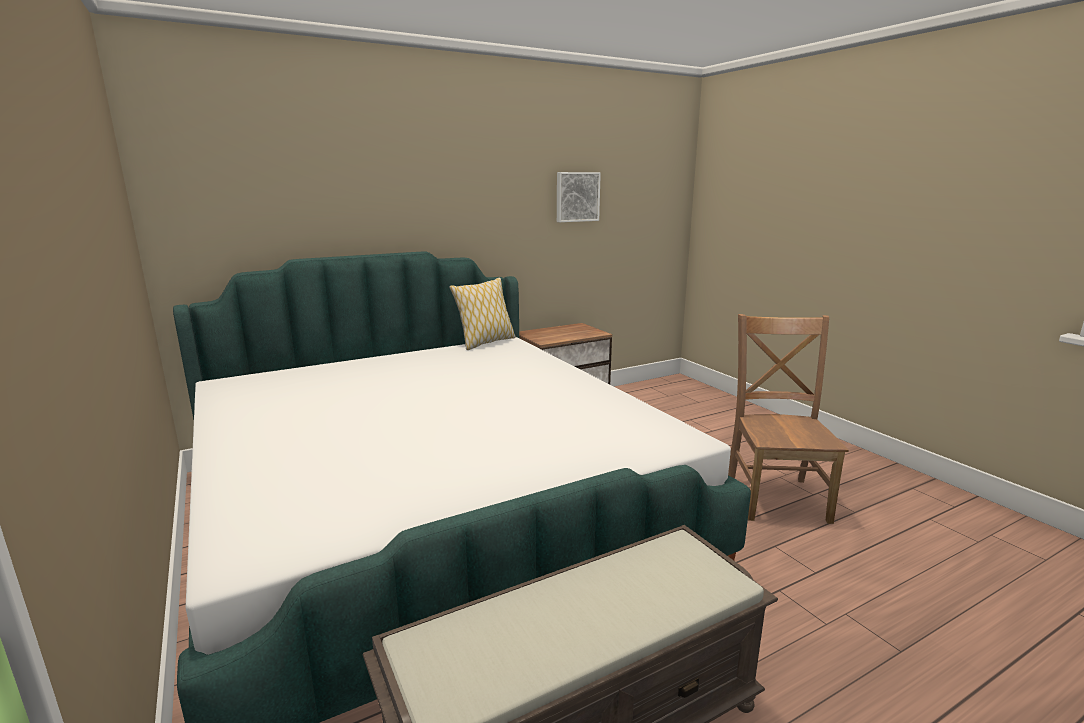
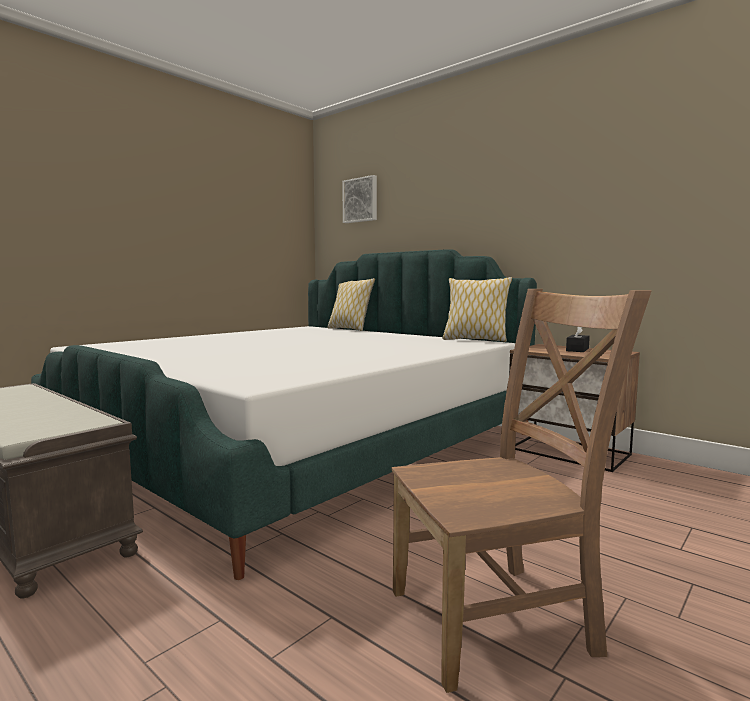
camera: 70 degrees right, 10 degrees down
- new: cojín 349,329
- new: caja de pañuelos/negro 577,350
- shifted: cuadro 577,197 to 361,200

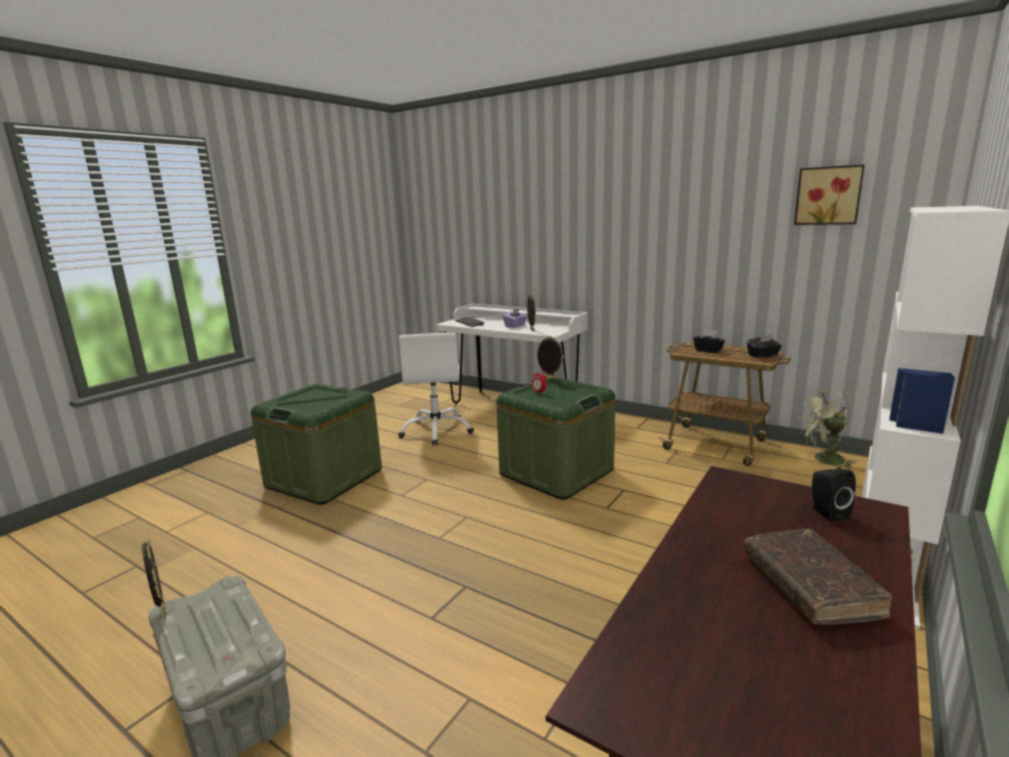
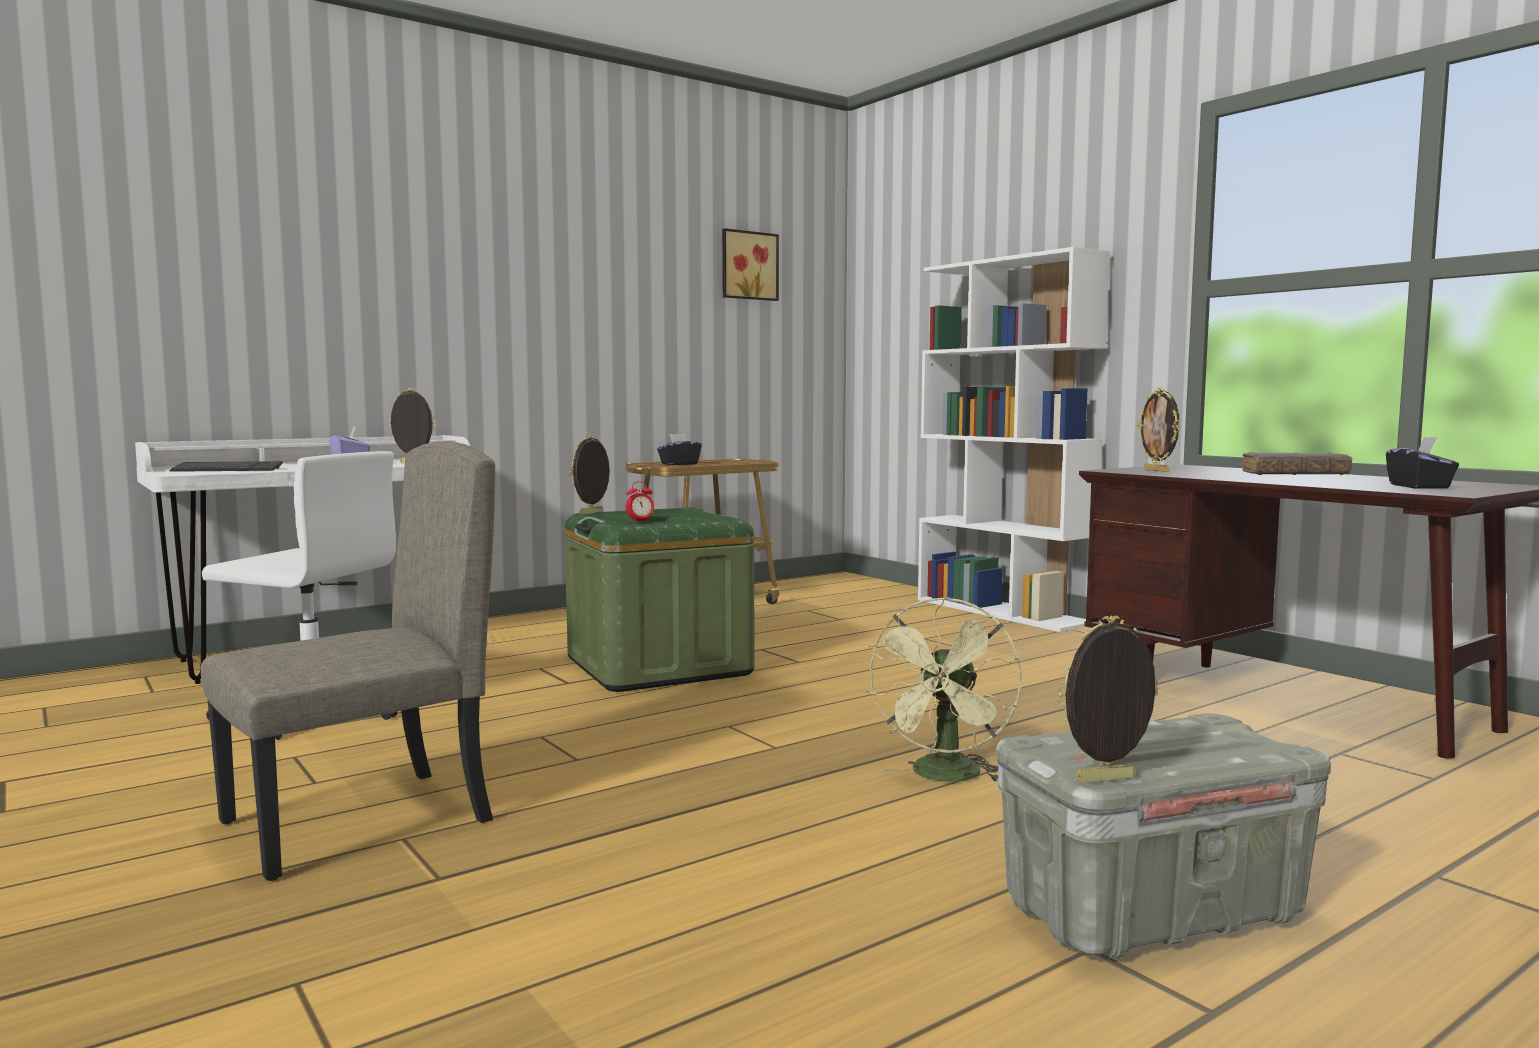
camera: 70 degrees left, 10 degrees down
- gone: altavoz/negro 826,512
- new: portarretratos 1157,470
- shifted: caja de pañuelos/negro 763,356 to 1419,487
- shifted: ventilador/verde 823,460 to 945,777
- swapped: caja de almacenaje/verde 324,478 to silla/beis 358,822

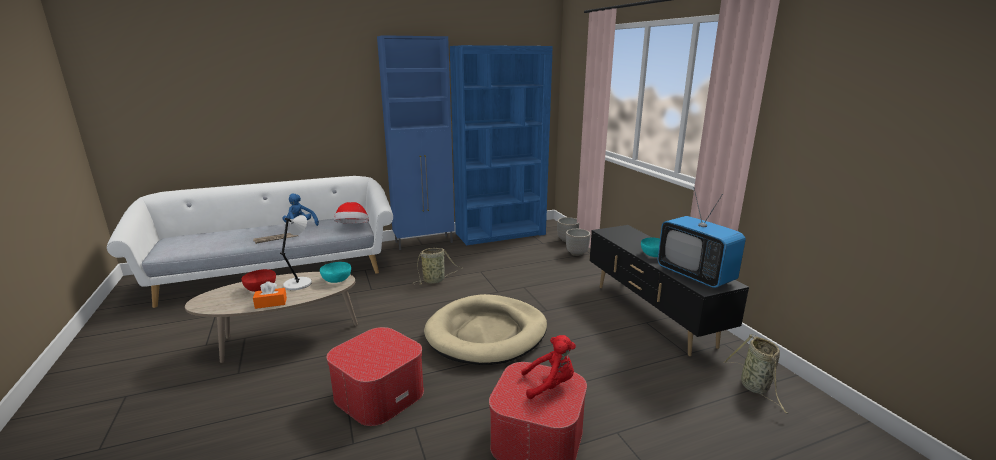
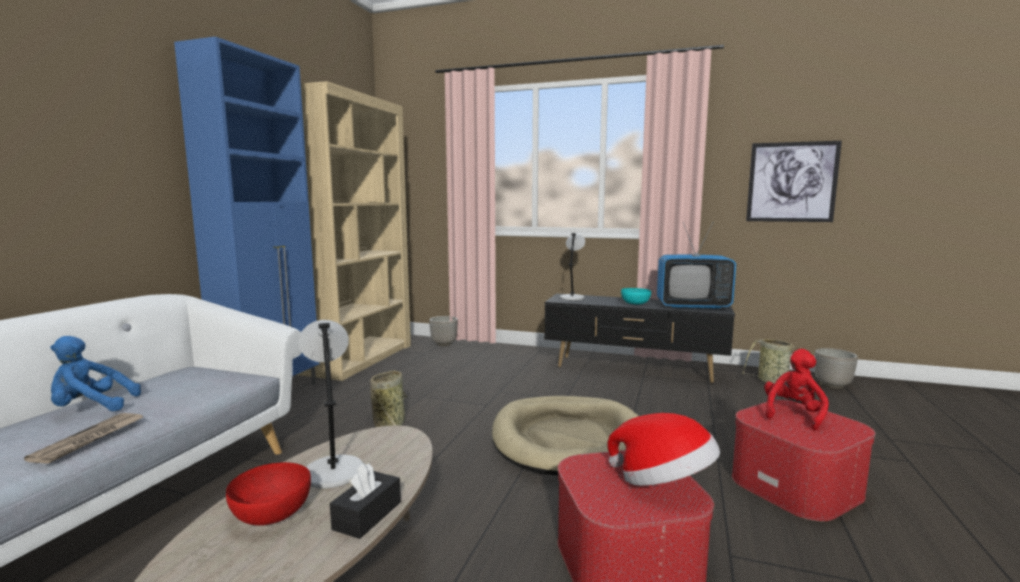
camera: 50 degrees left, 10 degrees down
- gone: cuenco/turquesa 336,280
- new: lámpara de mesa/gris 572,297
- new: cuadro 791,182
- shifted: sombrero 353,227 to 663,482
- shifted: maceta 577,253 to 832,385
- repainted: caja de pañuelos/naranja 271,303 to caja de pañuelos/negro 367,515
- repainted: estantería/azul 501,234 to estantería/beis 359,358

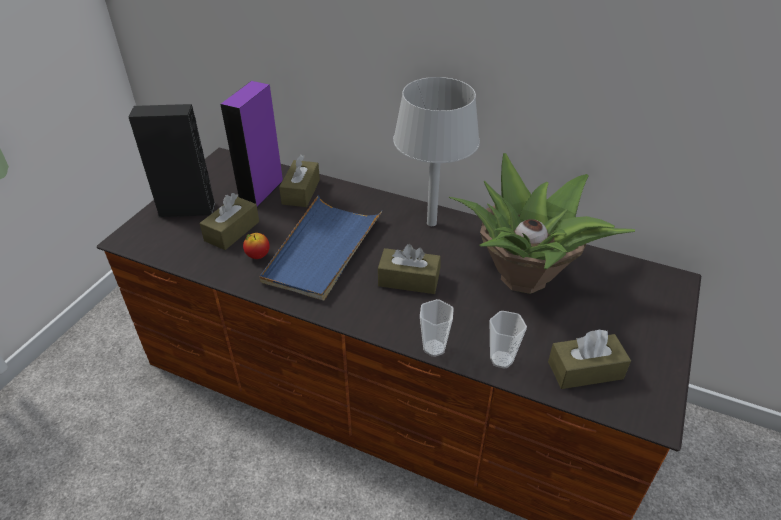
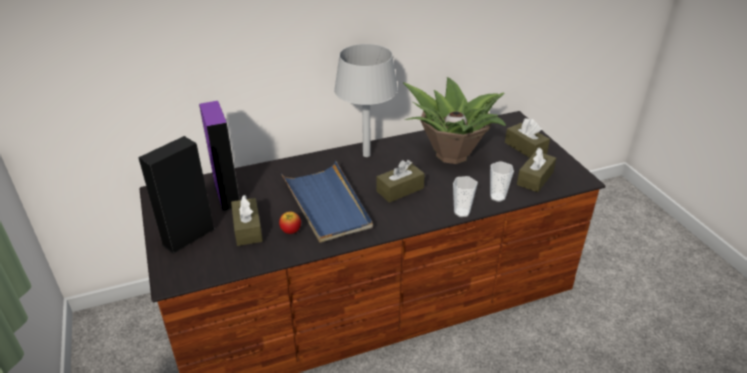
camera: 45 degrees left, 5 degrees down
- shifted: caja de pañuelos/marrón 301,192 to 525,148

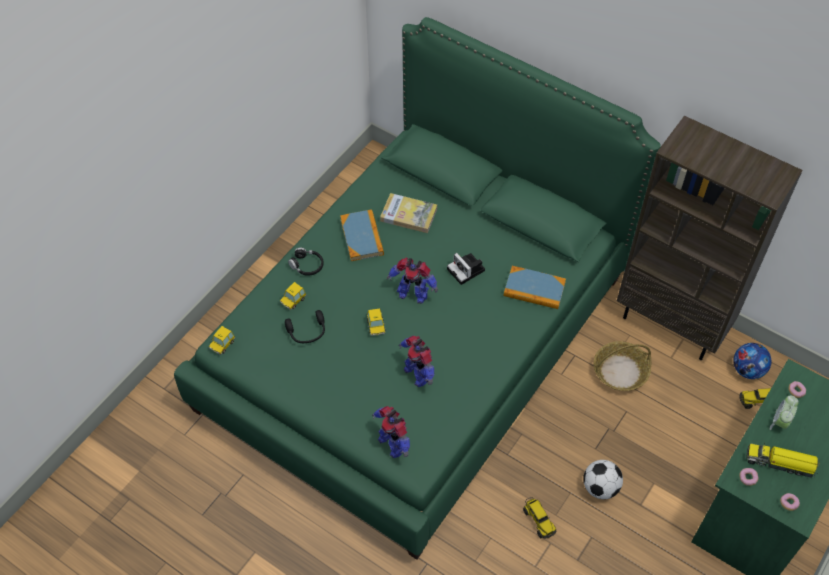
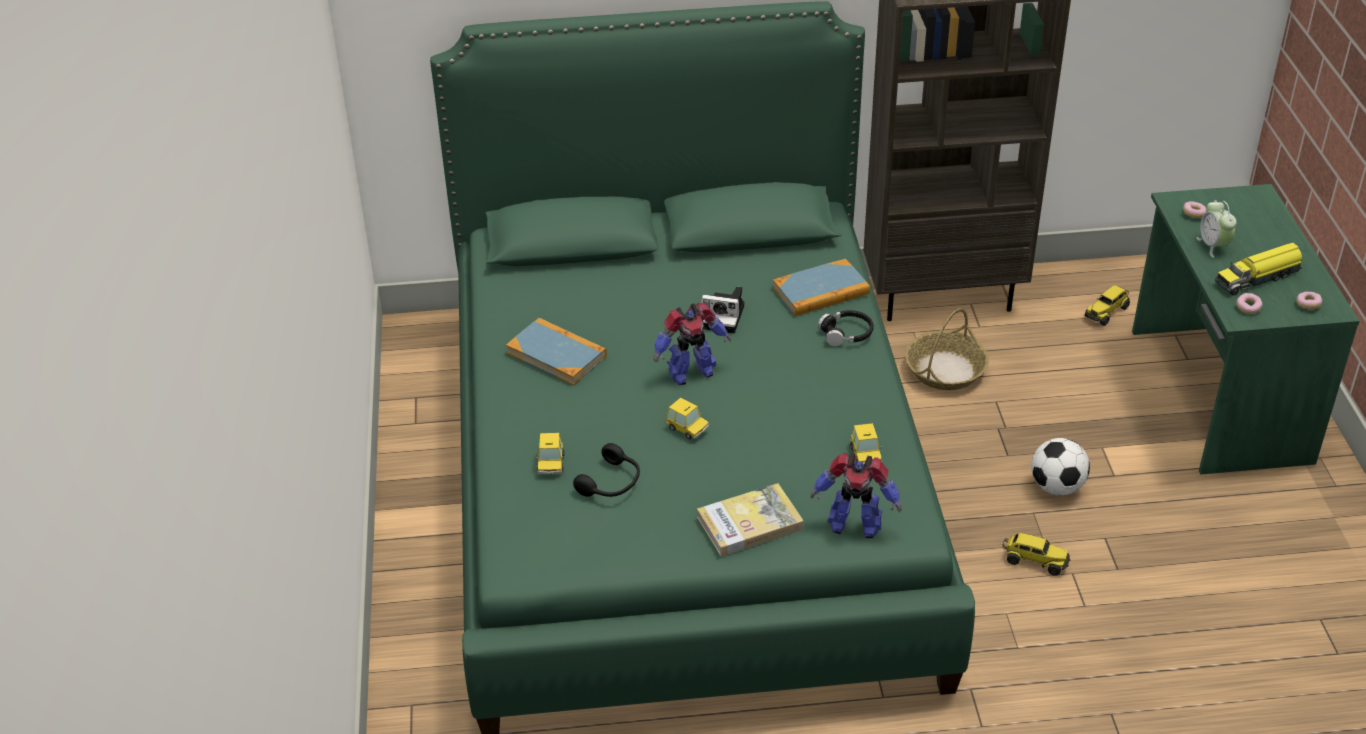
camera: 40 degrees left, 15 degrees down
- gone: robot de juguete 418,373
- gone: balón de fútbol 747,370
- shifted: coche de juguete 222,344 to 865,454
- shifted: auriculares/negro 307,265 to 846,334
- shifted: libro 408,215 to 749,523

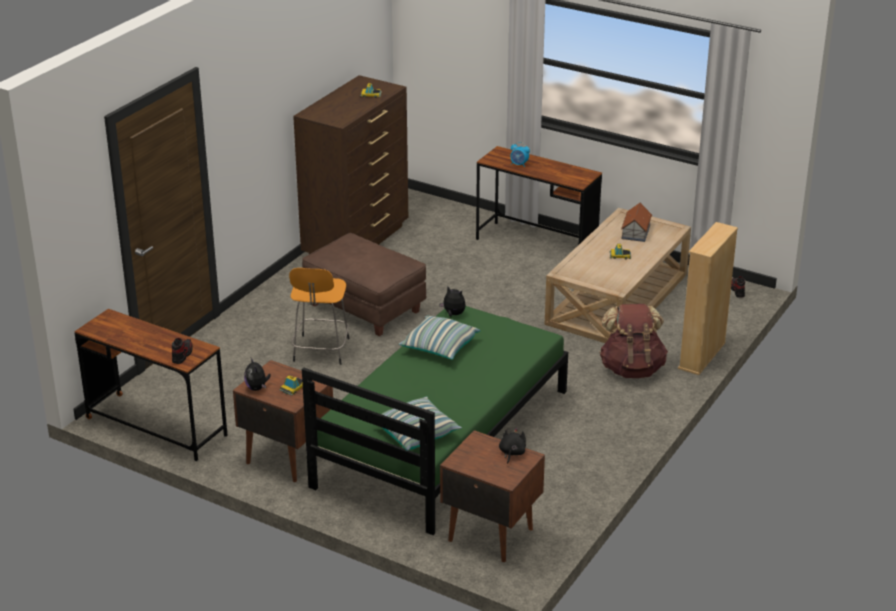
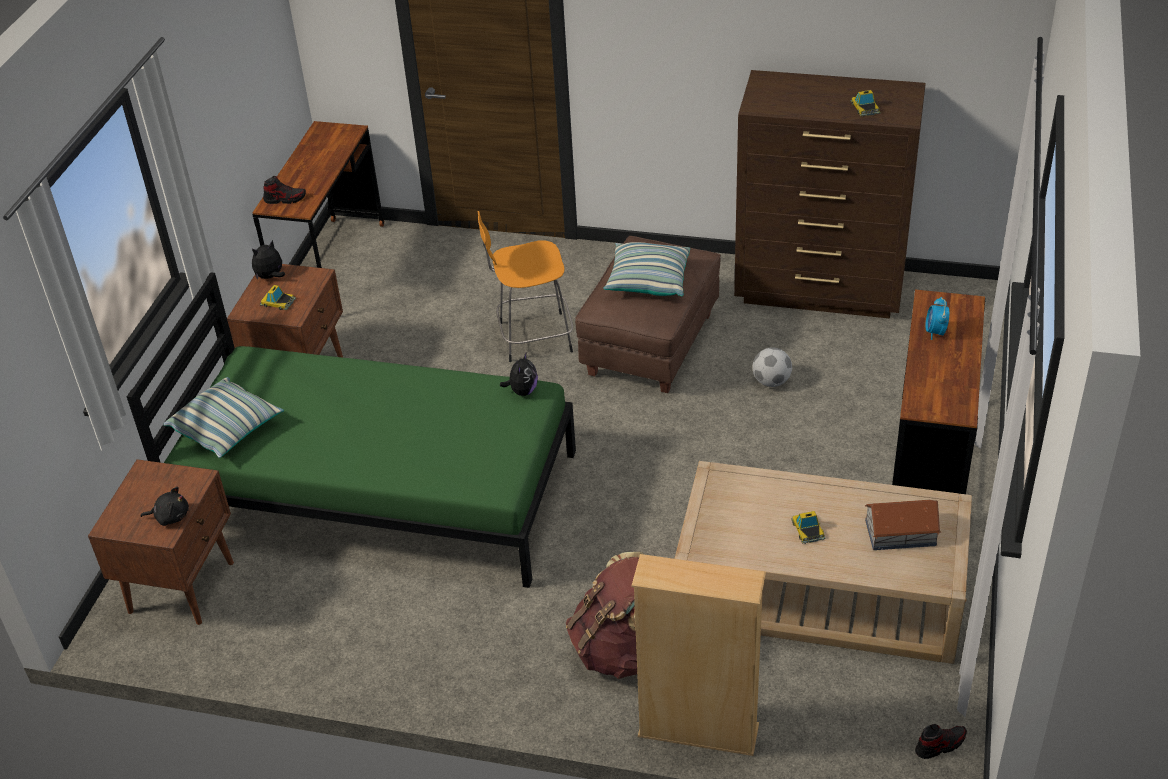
camera: 75 degrees right, 10 degrees up
- new: balón de fútbol 771,381
- shifted: cojín 439,347 to 648,281

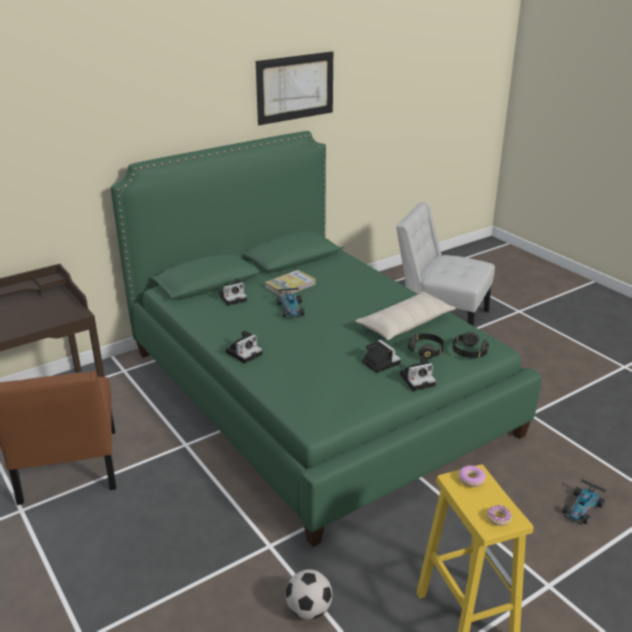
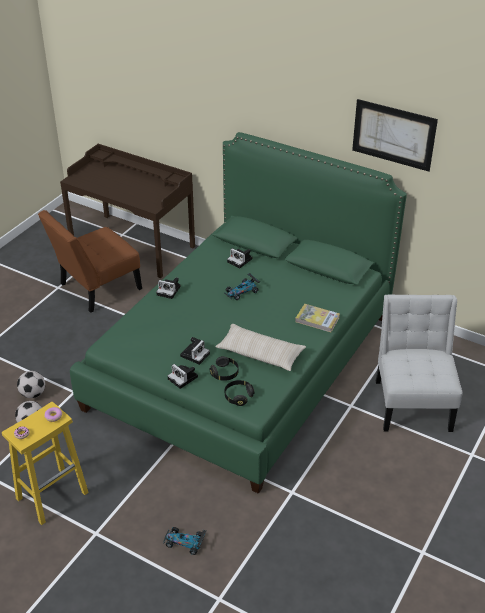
camera: 65 degrees right, 10 degrees up
- new: balón de fútbol 33,394
- shifted: libro 290,285 to 317,319

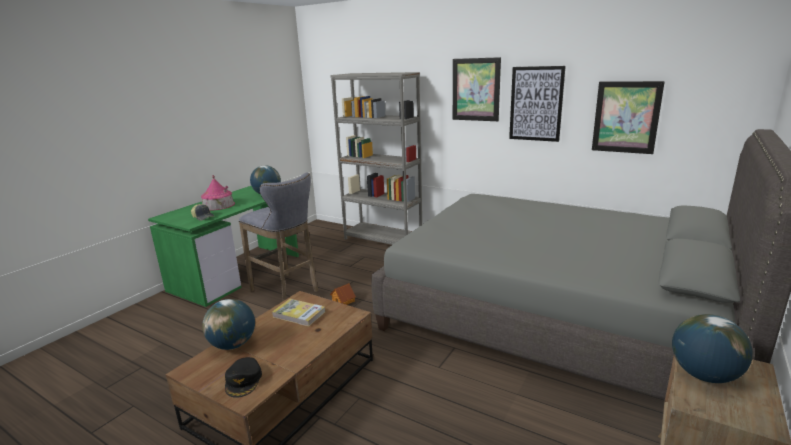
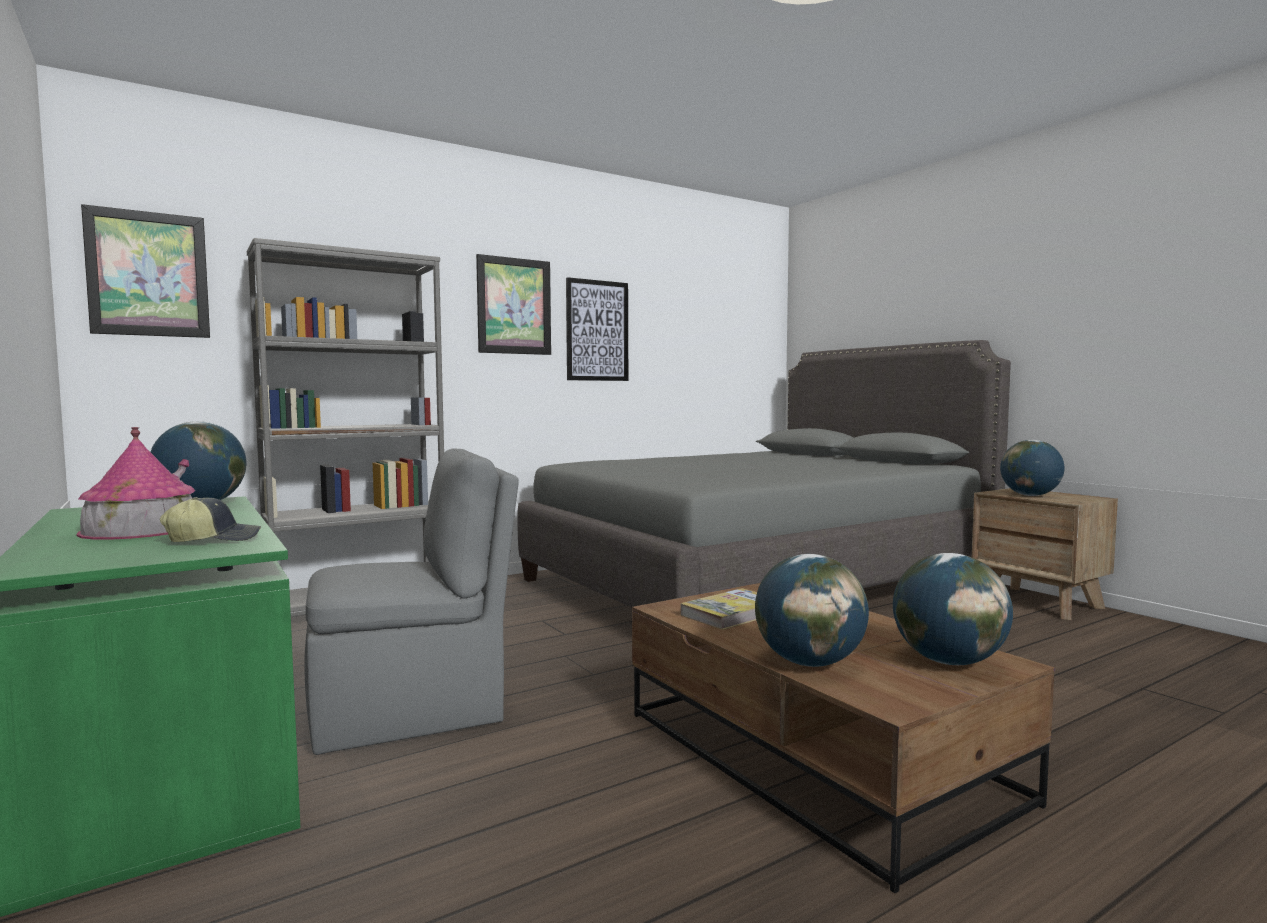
camera: 65 degrees left, 15 degrees down
- gone: casita 343,300
- shifted: cuadro 626,117 to 148,274
- swapped: gorra/negro 244,381 to globo terráqueo 948,661
- swapped: taburete/gris 287,291 to silla/gris 412,710

